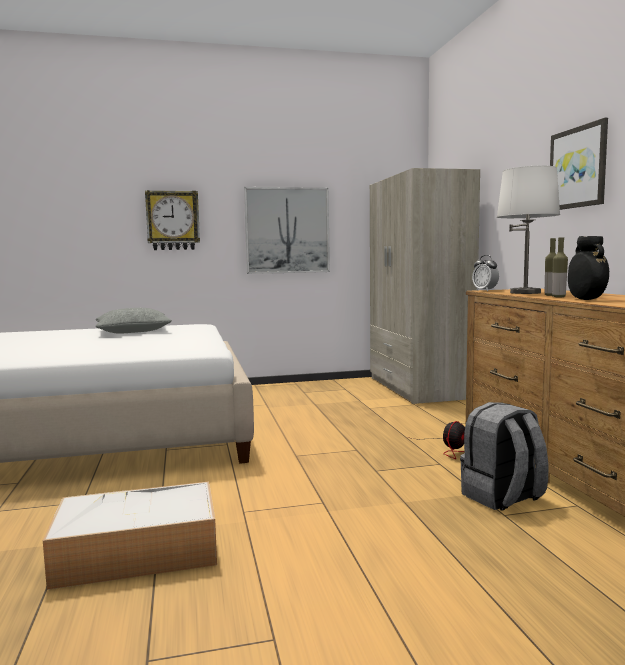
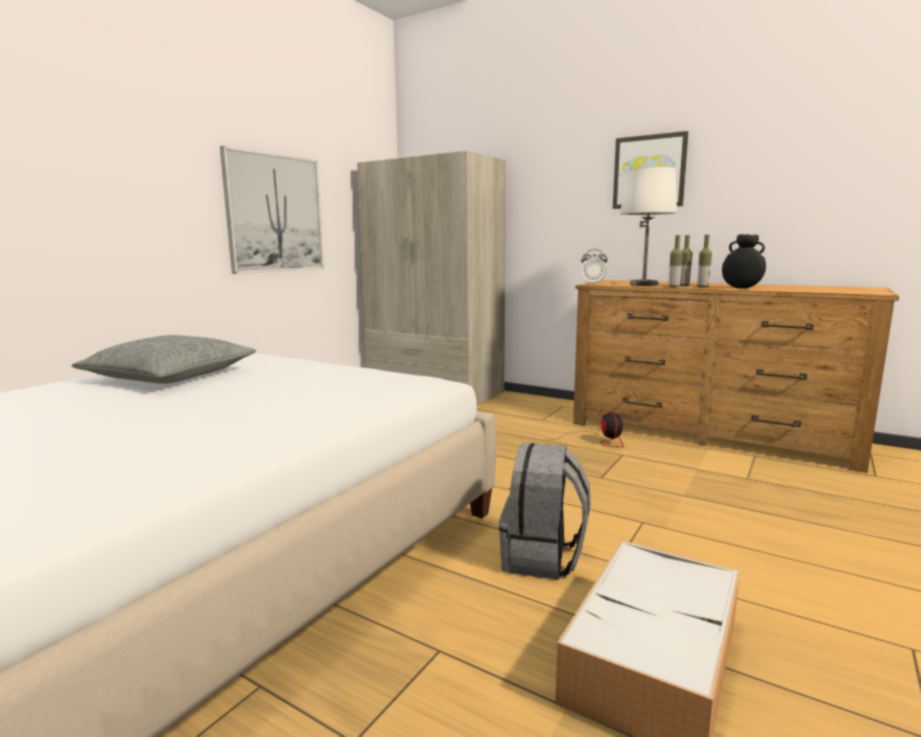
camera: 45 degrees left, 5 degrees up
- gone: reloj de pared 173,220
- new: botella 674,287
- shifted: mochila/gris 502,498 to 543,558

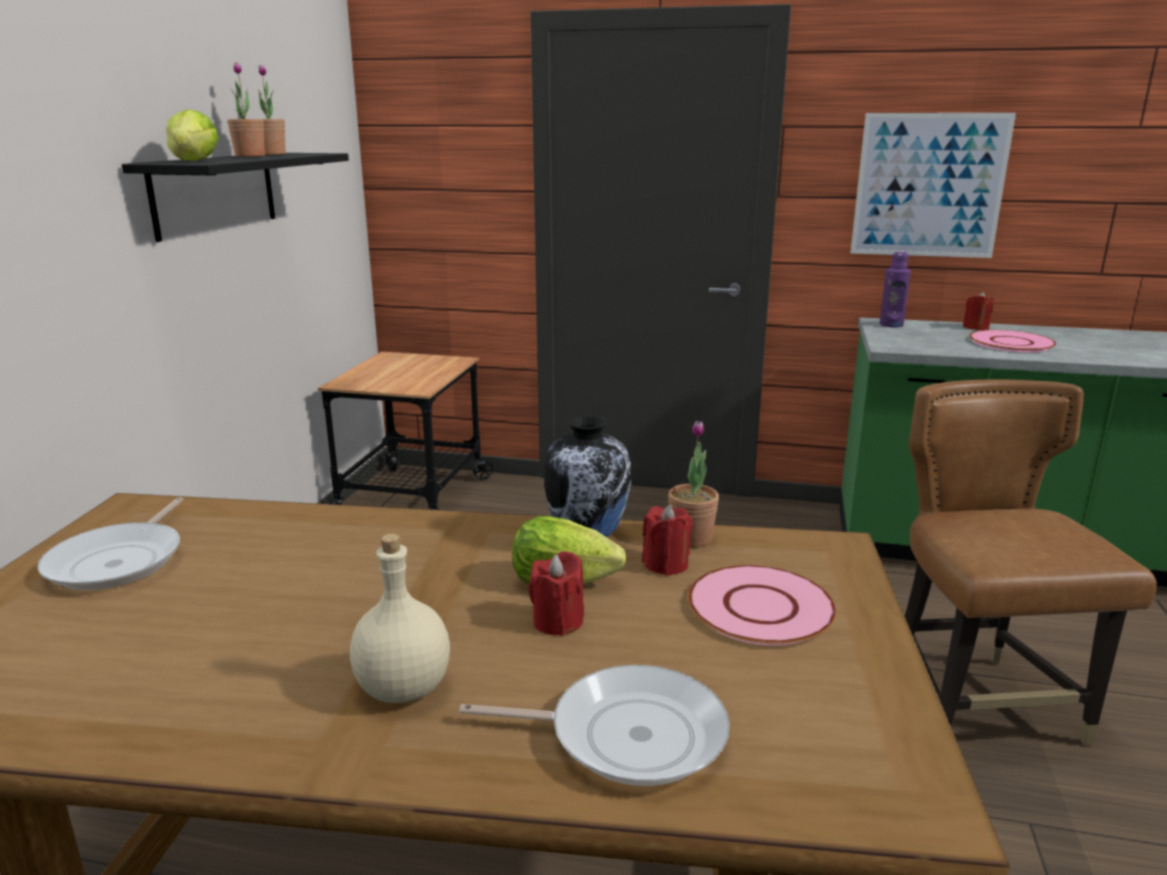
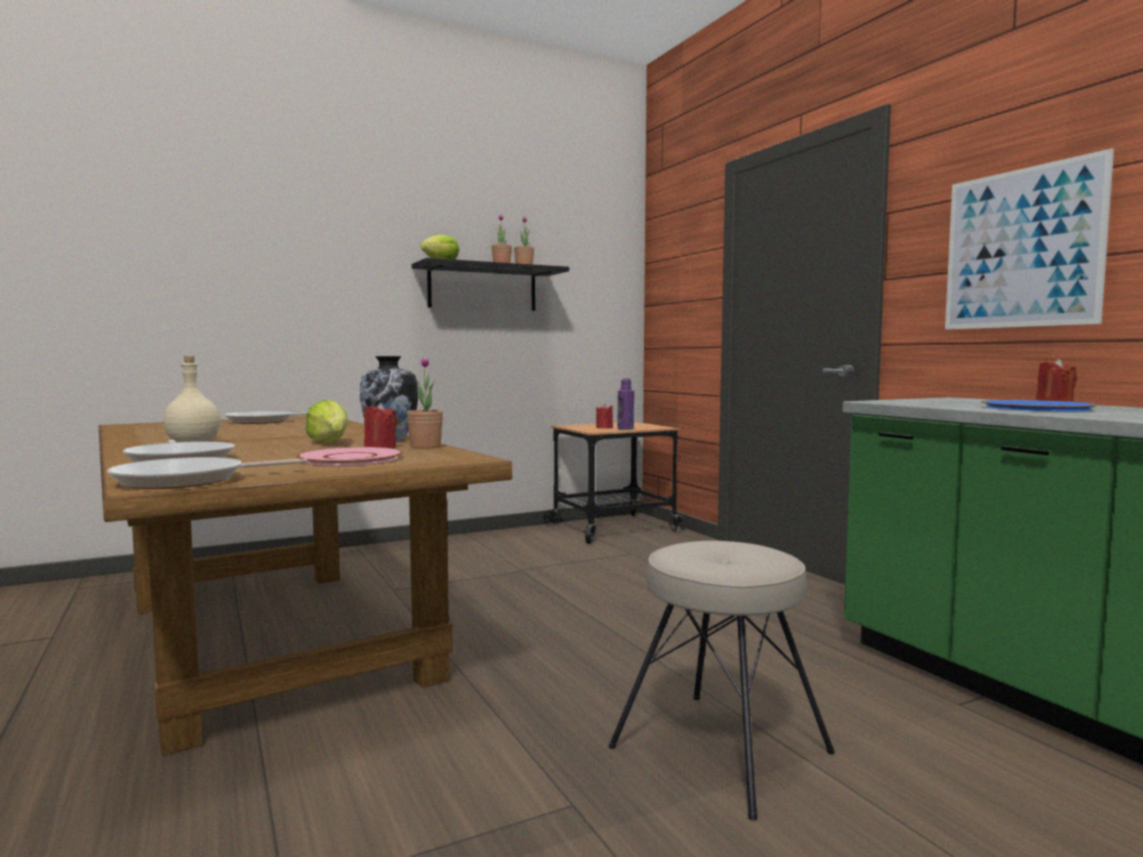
camera: 50 degrees right, 15 degrees down
- new: sartén 188,480
- shifted: vela/rojo 558,621 to 604,428
- shifted: botella/morado 891,325 to 625,429
- swapped: silla/marrón 977,705 to taburete/beis 721,748
- repainted: plato/rosa 1011,342 to plato/azul 1037,408

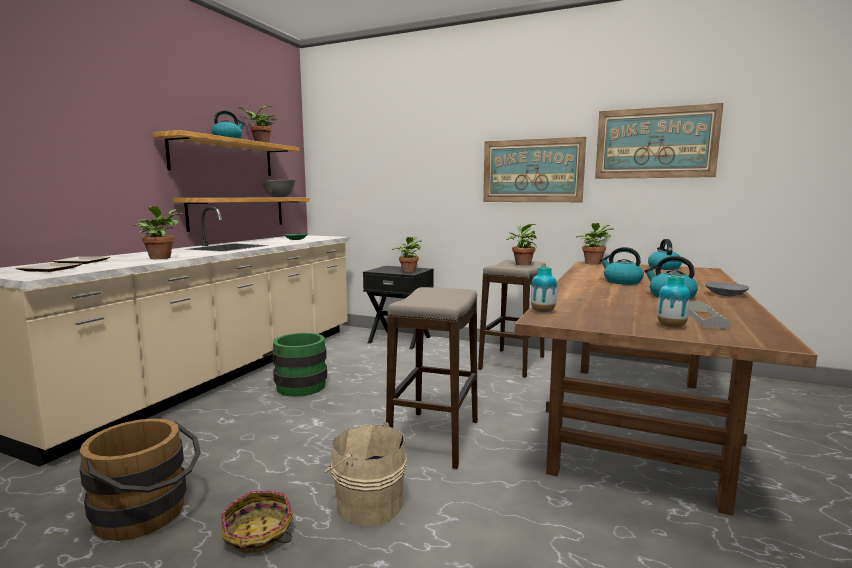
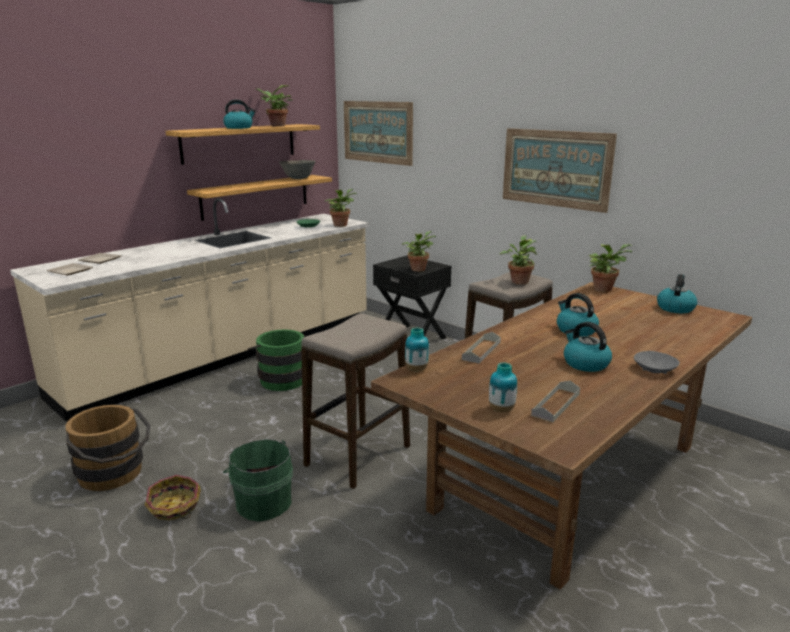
camera: 20 degrees right, 10 degrees up
- new: bandeja/gris 481,351
- shifted: planta en maceta 161,258 to 341,225
- shifted: cuadro 655,143 to 377,132
- repainted: cubo/beis 367,503 to cubo/verde 262,502

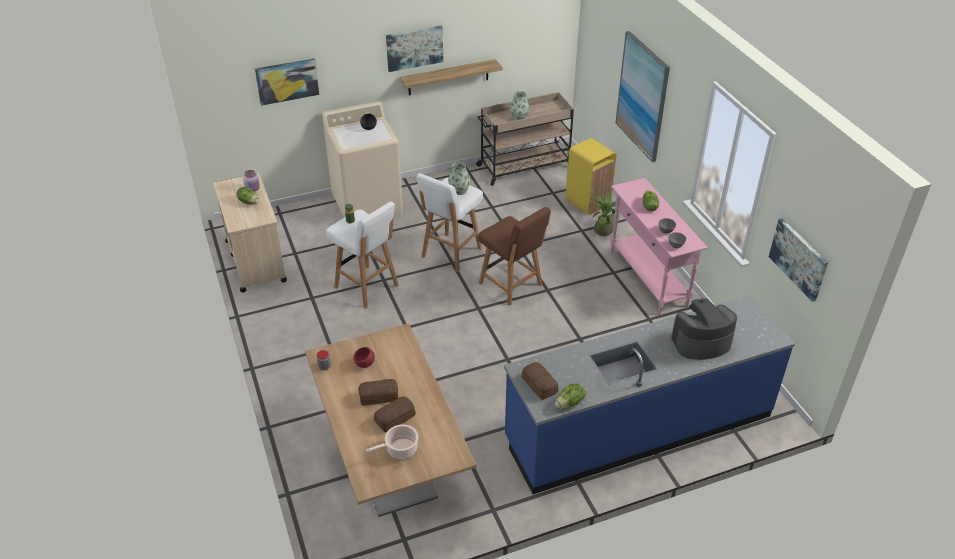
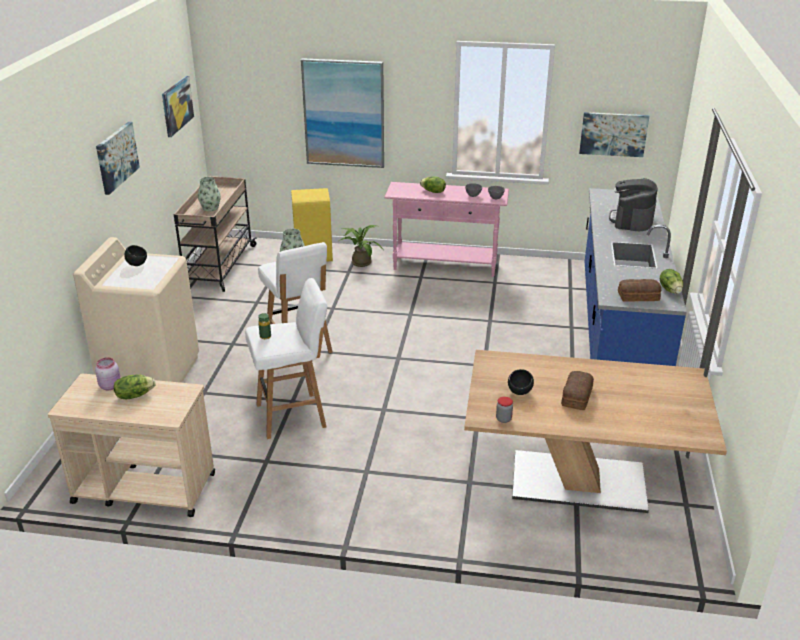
camera: 60 degrees left, 10 degrees down
- gone: olla 400,449
- gone: pan 395,418
- gone: estante 448,77
- gone: silla/marrón 512,285
- shifted: cuadro 287,81 to 177,105
- repainted: cuenco/rojo 365,364 to cuenco/negro 520,392

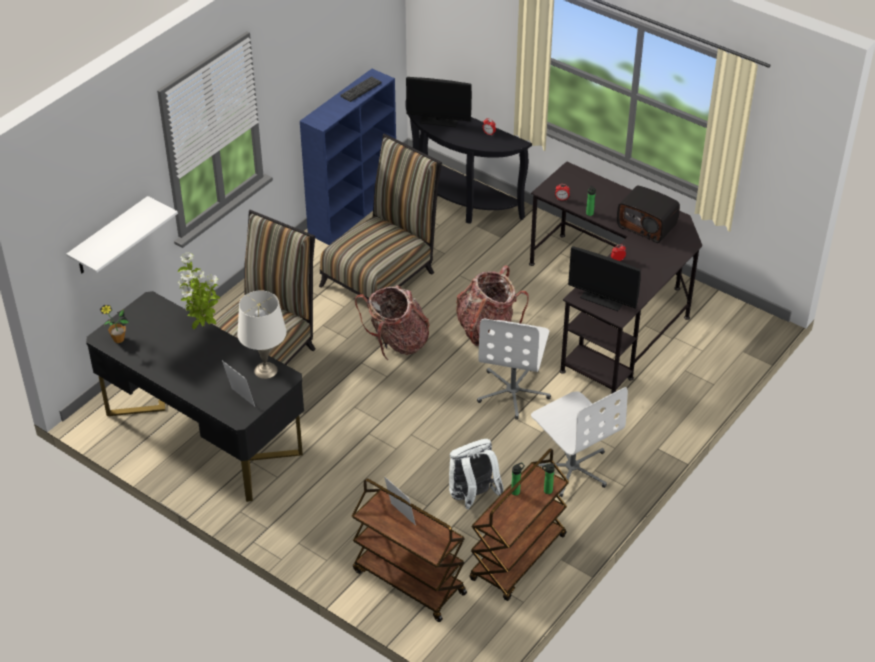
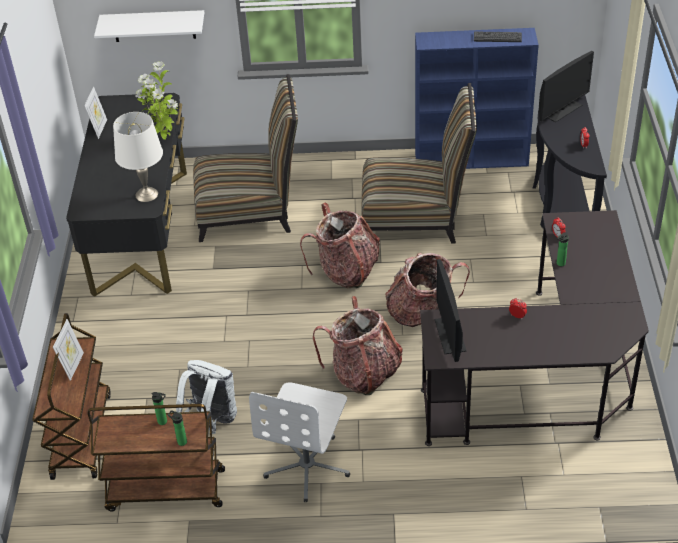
camera: 55 degrees right, 0 degrees up
- gone: planta en maceta 118,339
- gone: radio 647,226
- shifted: portarretratos 240,399 to 99,129
- swapped: silla de oficina/blanco 513,392 to mochila 363,373
- rotated: monitor 439,120 = 562,110 105 degrees counterclockwise

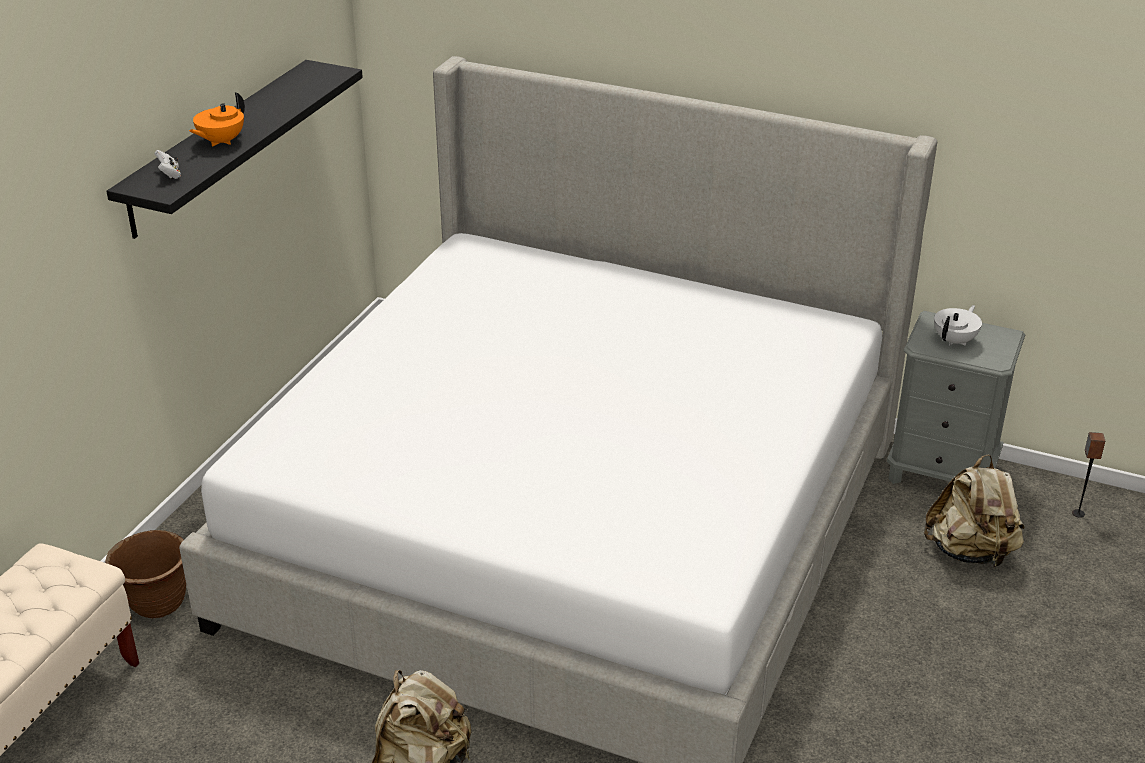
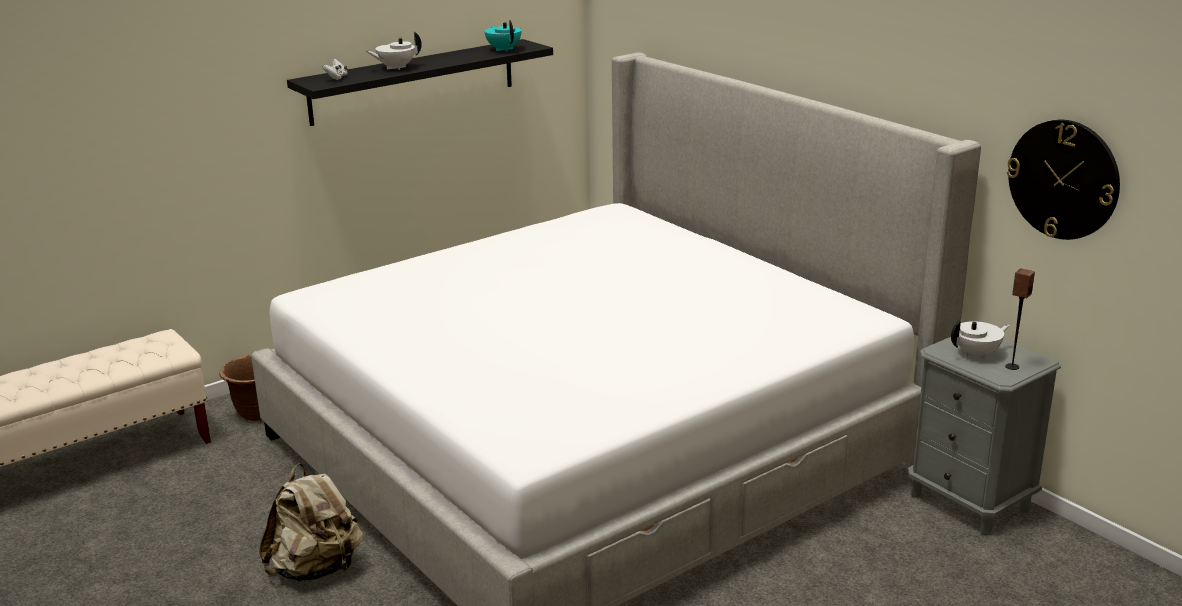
camera: 30 degrees right, 10 degrees down
- gone: mochila/beis 971,552
- new: tetera/turquesa 504,49
- new: reloj de pared 1063,179
- shifted: altavoz 1078,513 to 1011,366
- repainted: tetera/naranja 220,142 to tetera/blanco 396,68

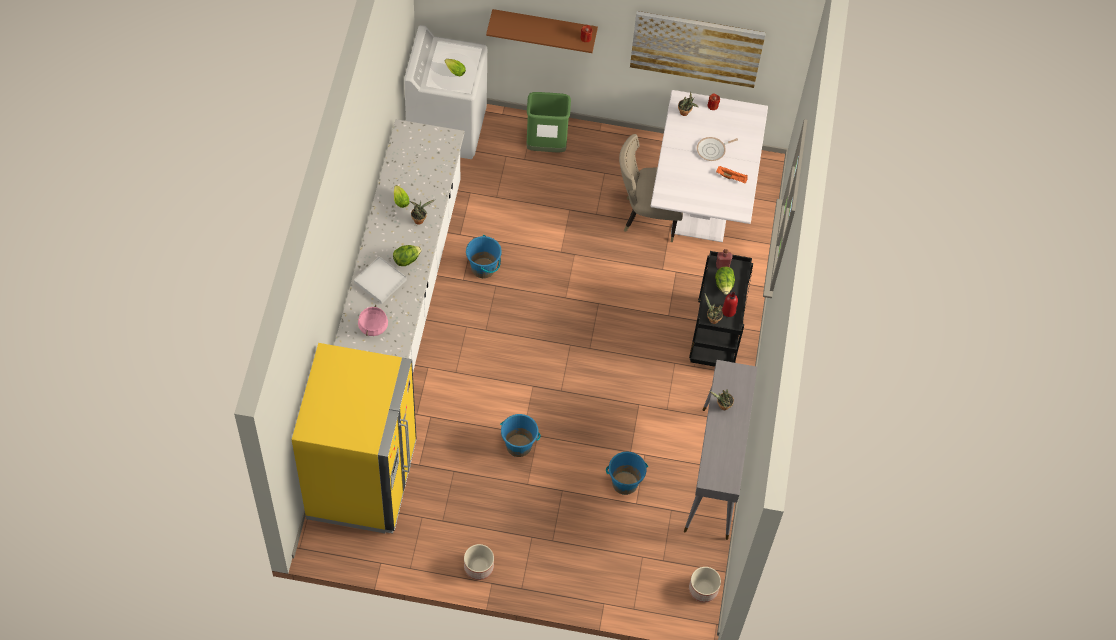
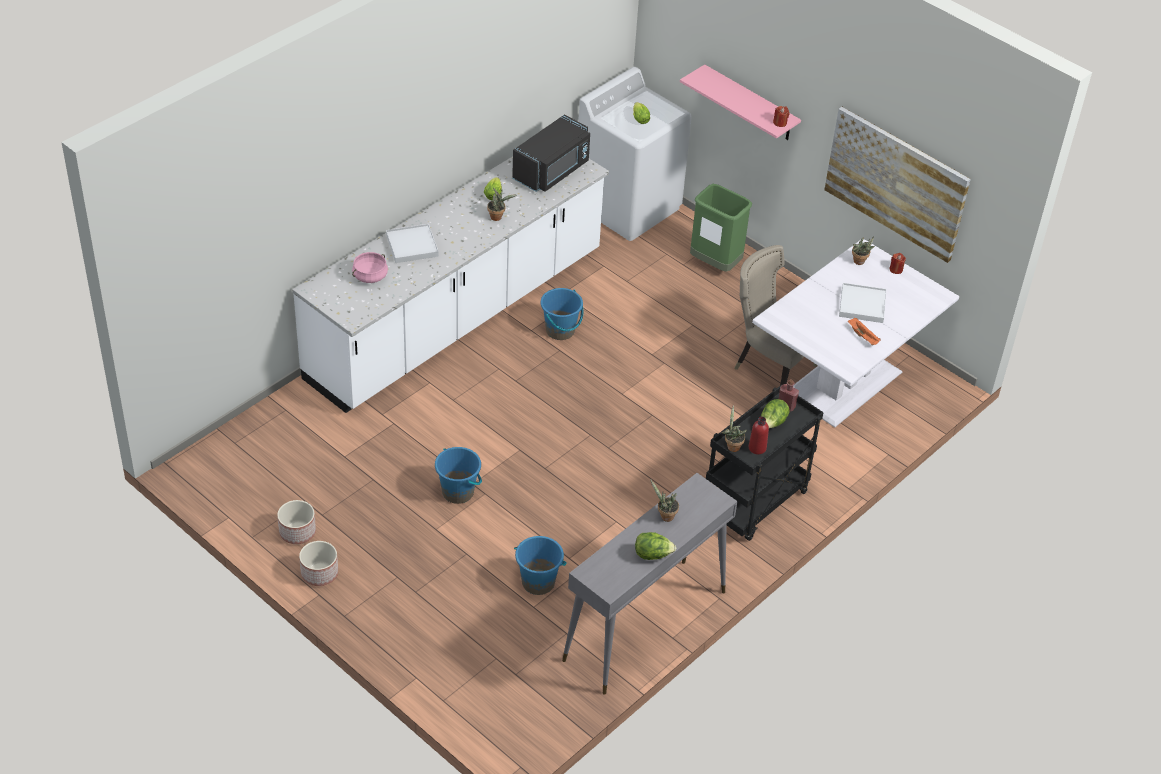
camera: 35 degrees right, 15 degrees down
- gone: nevera/amarillo 362,480
- new: microondas/negro 552,171
- shifted: lechuga 406,259 to 652,555
- shifted: maceta 703,589 to 297,532
- swapped: sartén 712,150 to bandeja/blanco 862,305
- repainted: estante/marrón 544,26 to estante/rosa 750,104

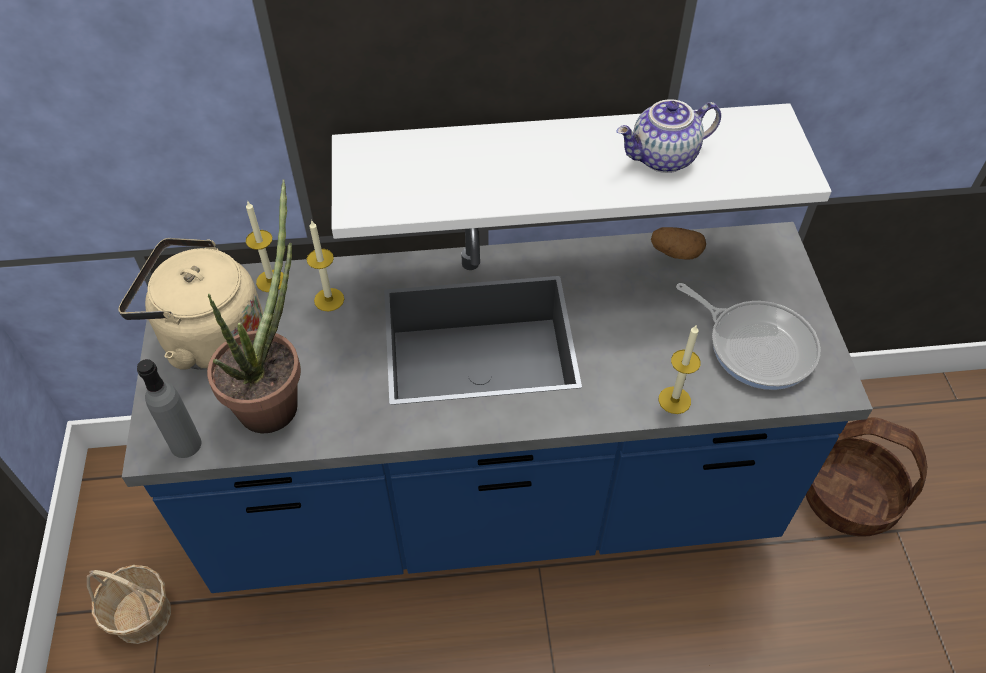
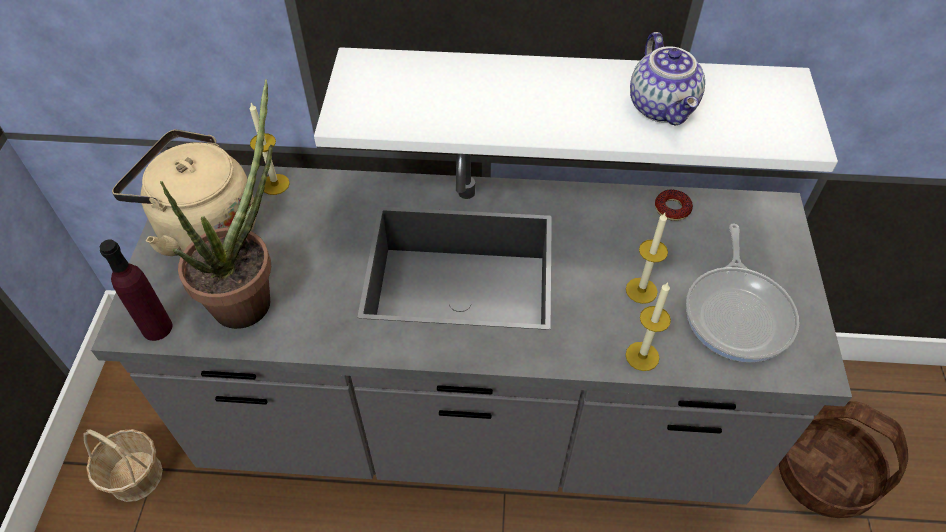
camera: 10 degrees right, 0 degrees up
- shifted: vela 329,299 to 641,290
- swapped: patata 675,253 to rosquilla 672,208
- repainted: mueble bajo de cocina/azul 493,502 to mueble bajo de cocina/gris 473,423
- repainted: botella/gris 186,444 to botella/morado 157,328
- rotated: tetera 663,159 = 663,108 90 degrees counterclockwise
- rotated: sartén 756,345 = 738,313 45 degrees clockwise

